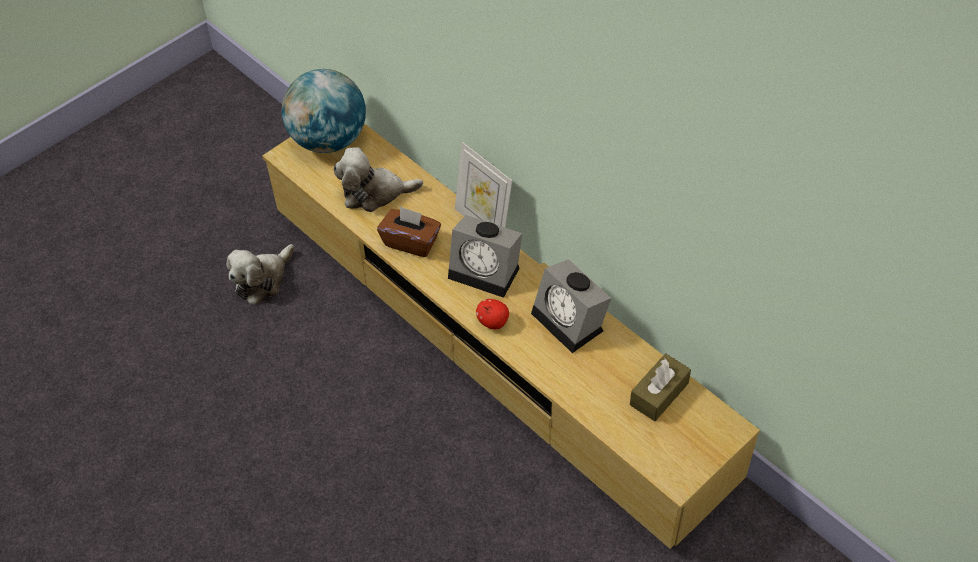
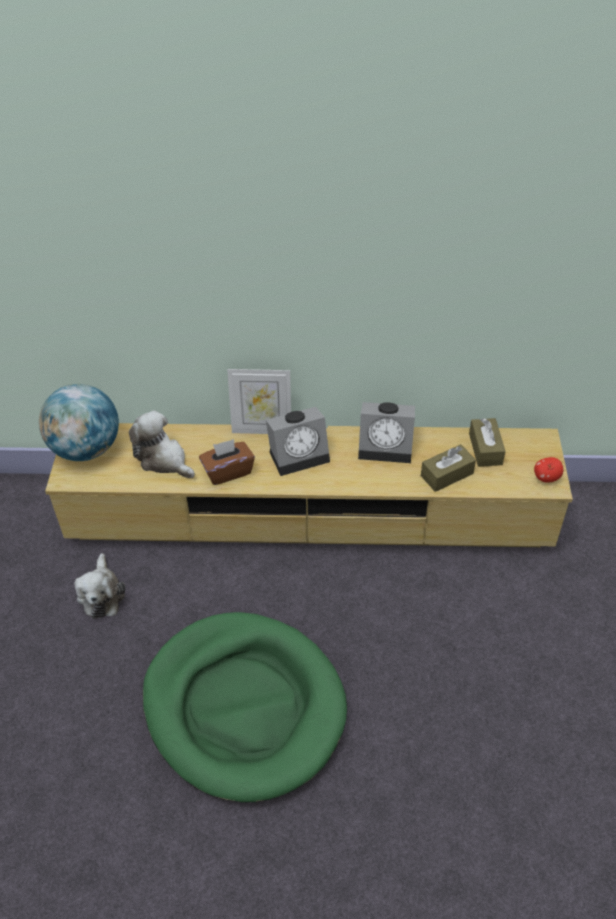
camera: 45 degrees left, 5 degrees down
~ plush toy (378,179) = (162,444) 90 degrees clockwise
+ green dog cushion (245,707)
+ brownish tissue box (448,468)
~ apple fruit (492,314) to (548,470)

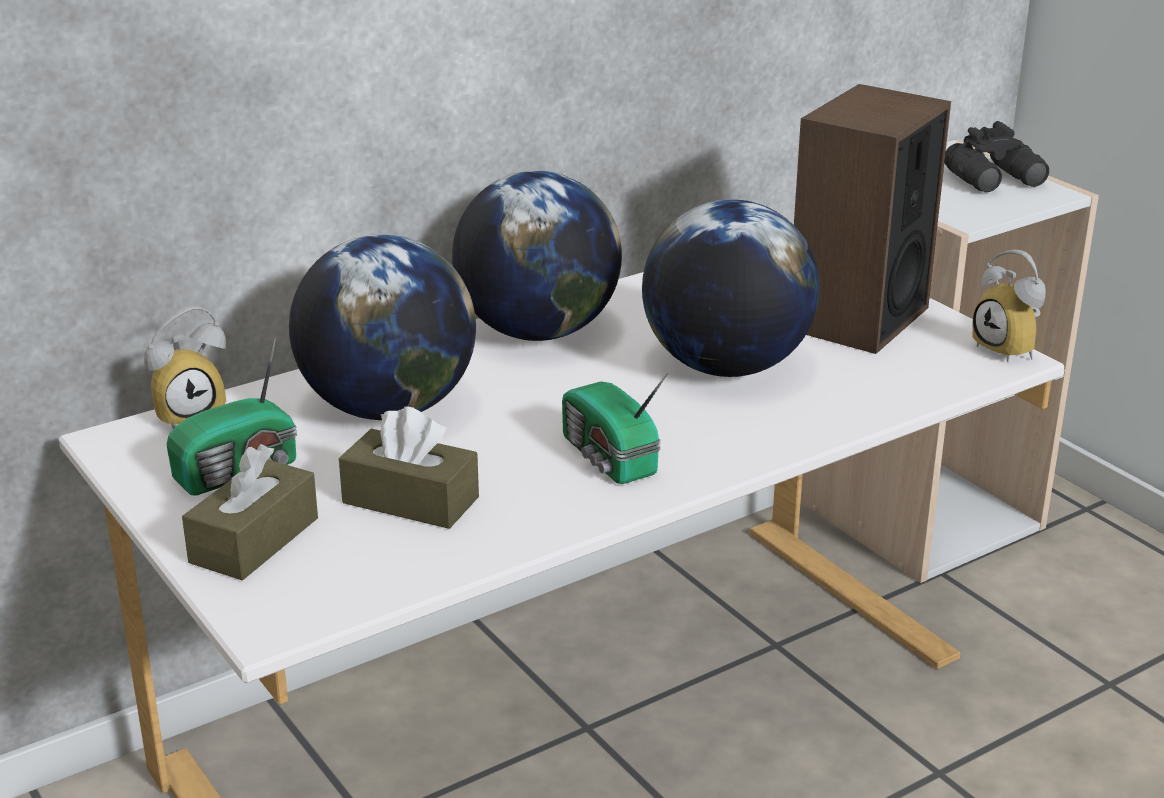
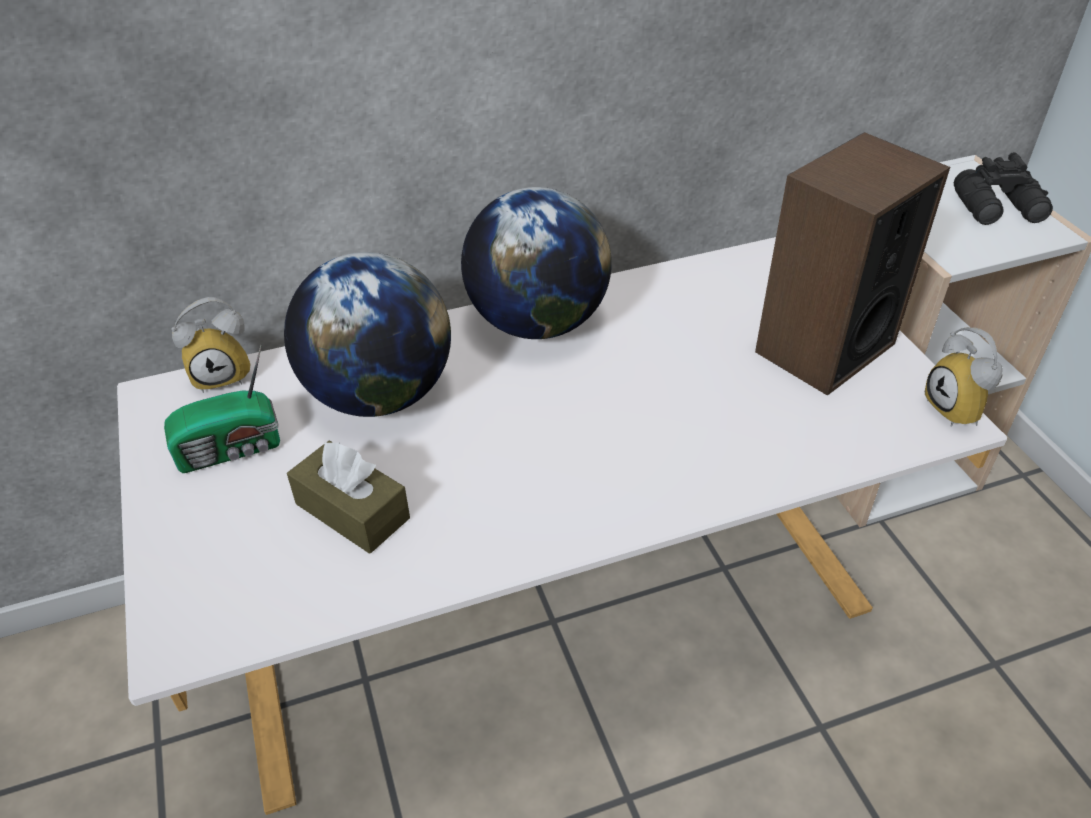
camera: 15 degrees right, 15 degrees up
- brownish tissue box (250,512)
- radio (615,429)
- globe (731,288)

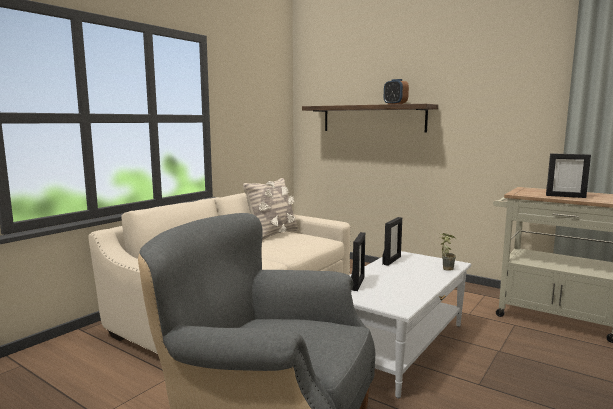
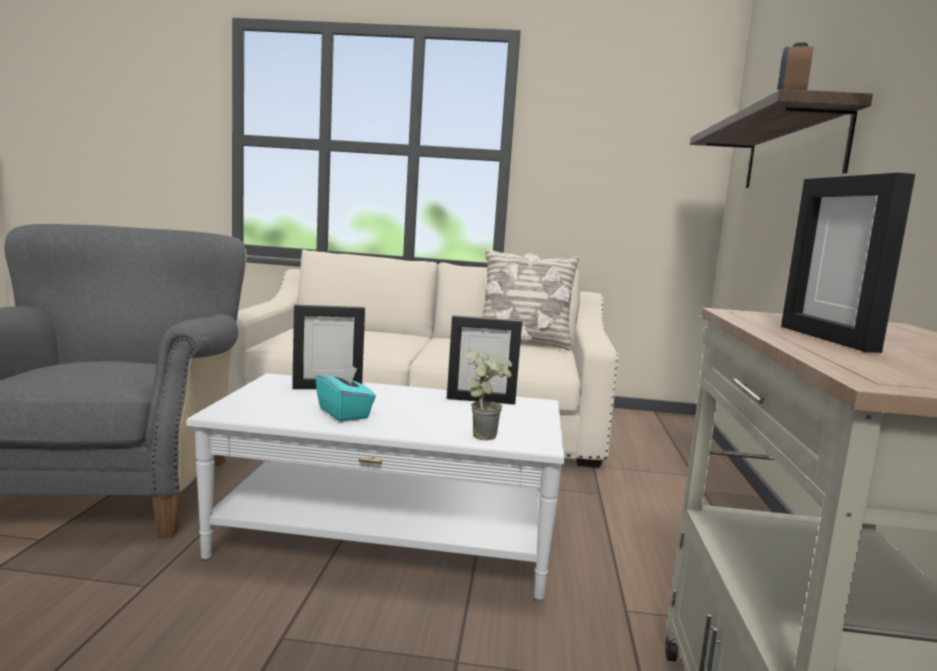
camera: 60 degrees right, 0 degrees up
+ turquoise tissue box (345,392)

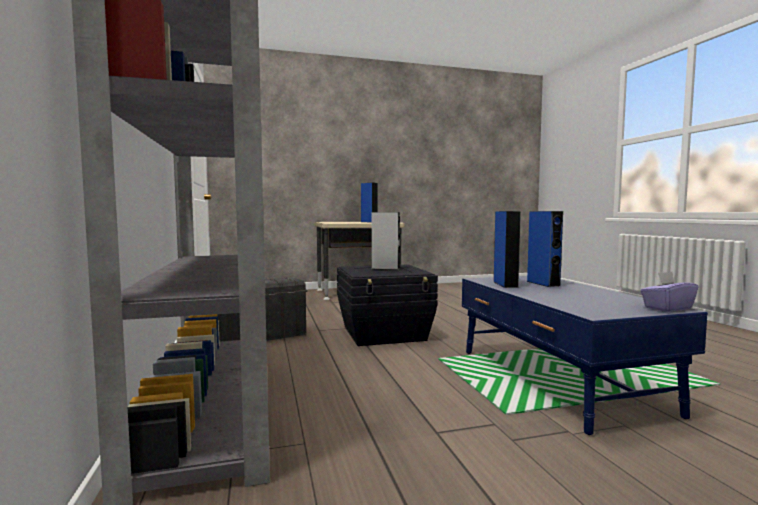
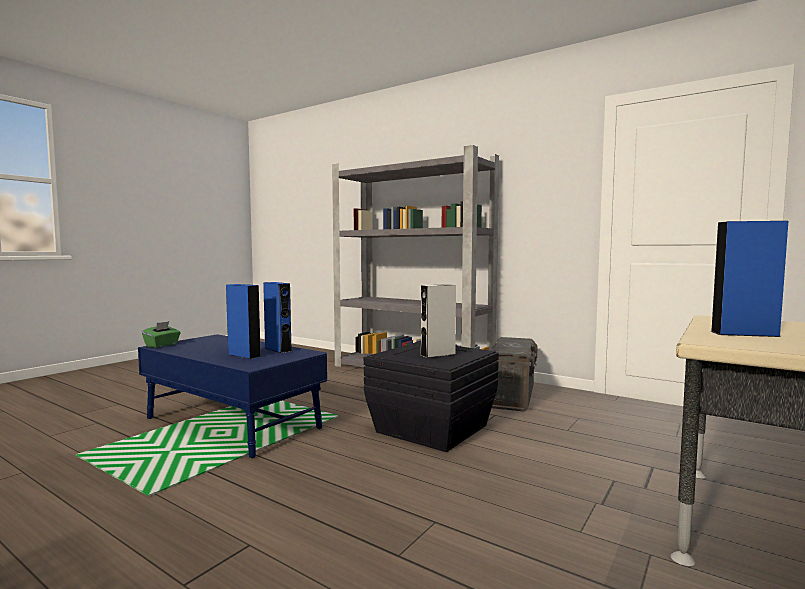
camera: 140 degrees right, 0 degrees up
~ purple-coloured tissue box (669,292) to green tissue box (161,334)

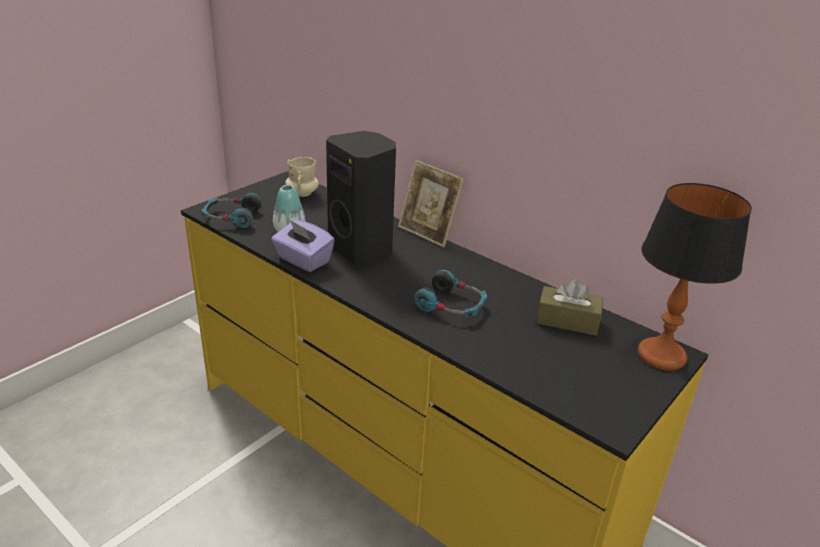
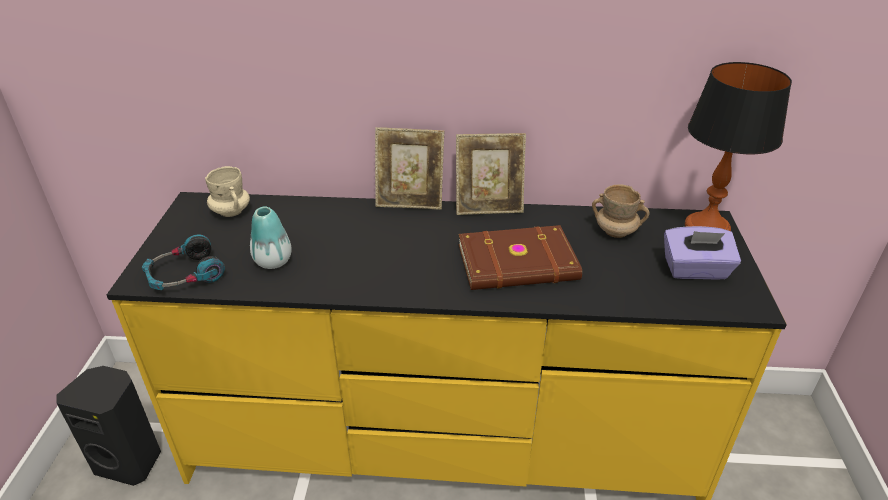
camera: 35 degrees left, 5 degrees up
~ blackish speaker (361,198) to (109,426)
+ photo frame (491,174)
~ headphones (450,293) to brownish volume (520,257)
~ brownish tissue box (569,307) to beige coffee mug (621,211)
~ purple-coloured tissue box (303,245) to (702,253)

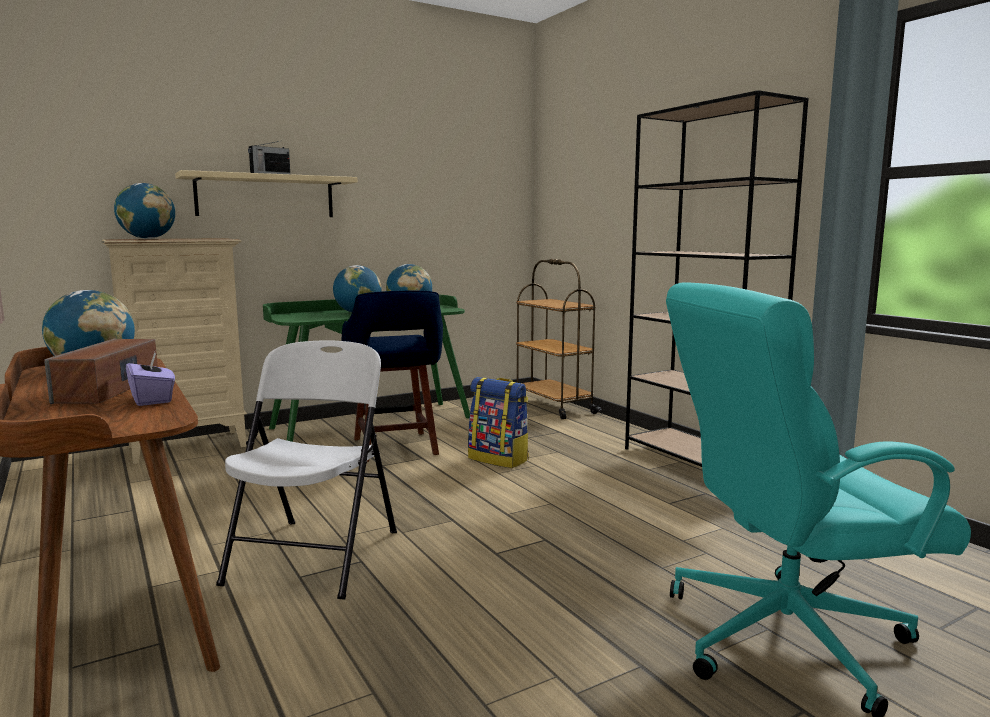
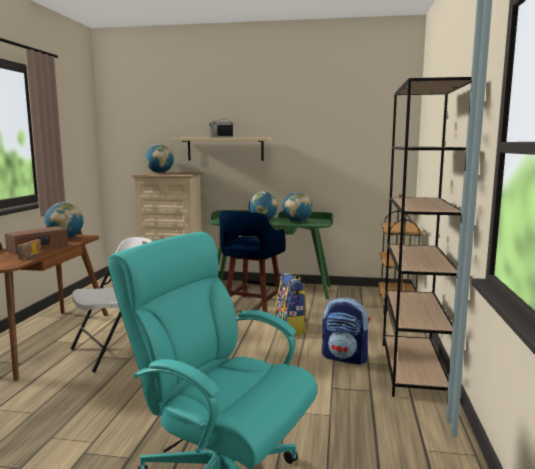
camera: 40 degrees right, 0 degrees up
~ purple-coloured tissue box (150,379) to radio (29,249)
+ rucksack (346,331)

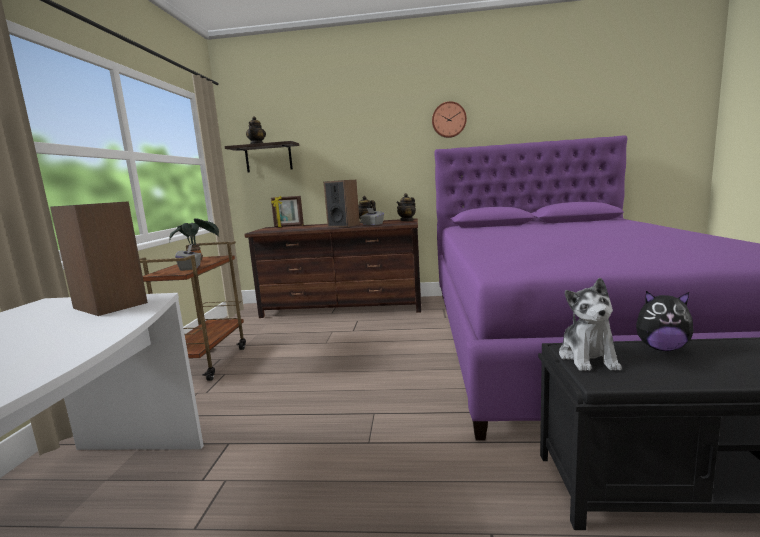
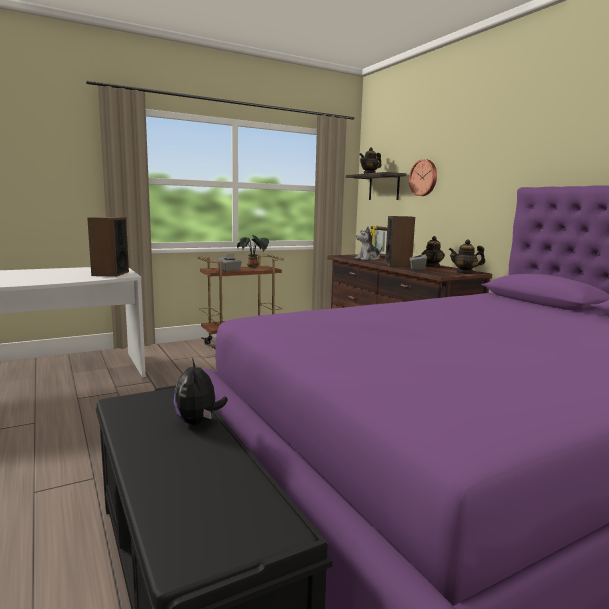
camera: 55 degrees right, 0 degrees up
~ plush toy (590,324) to (369,243)
~ clock on the wall (449,119) to (423,177)

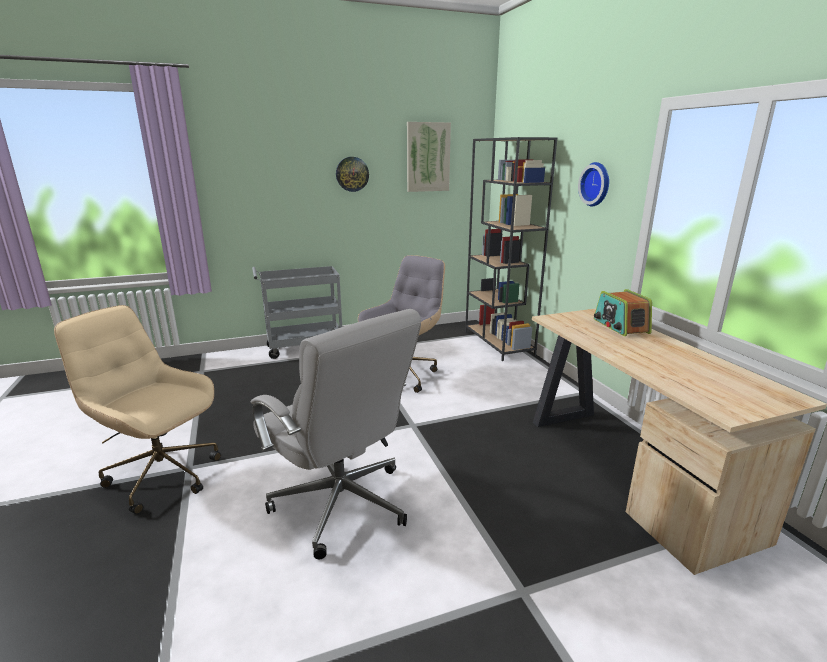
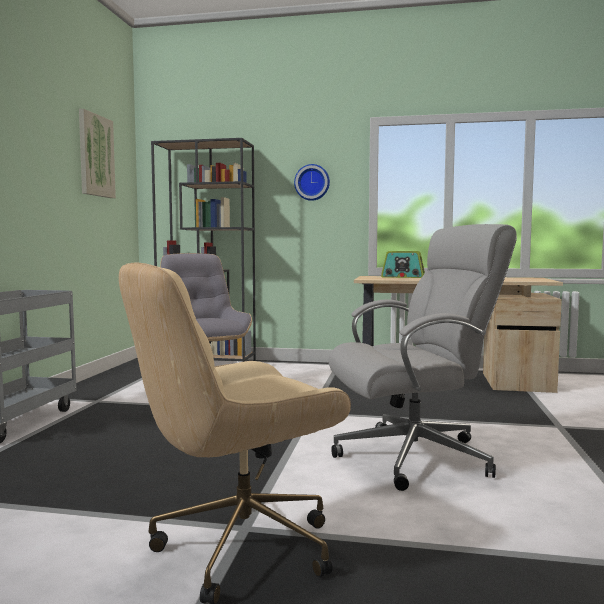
camera: 60 degrees left, 15 degrees down
- clock on the wall (352,174)

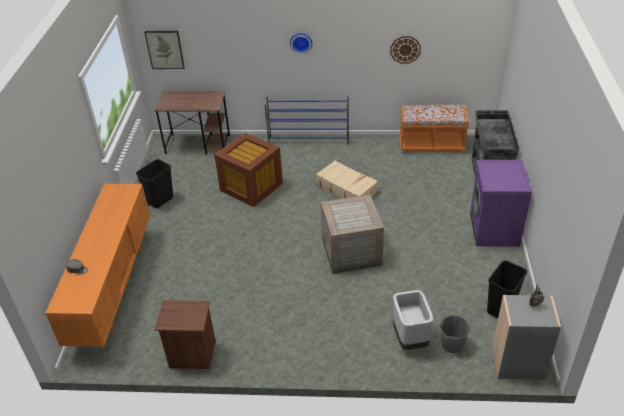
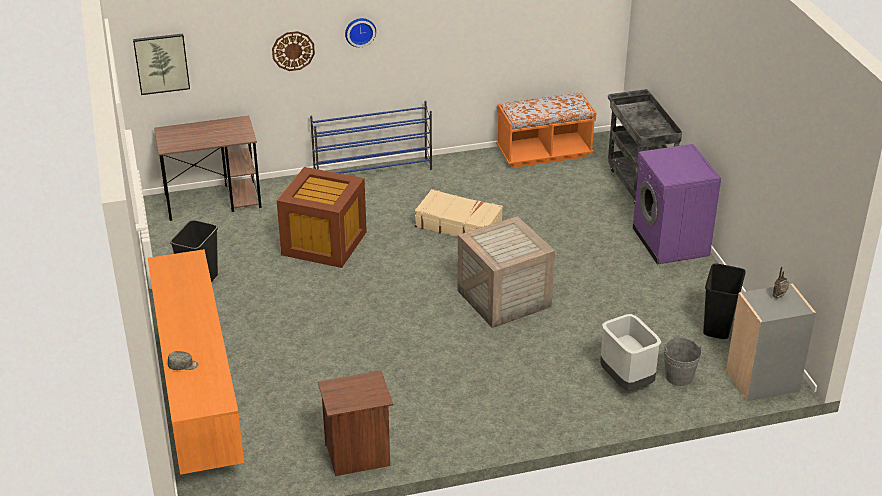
camera: 20 degrees left, 5 degrees down
~ clock on the wall (405,50) to (293,51)

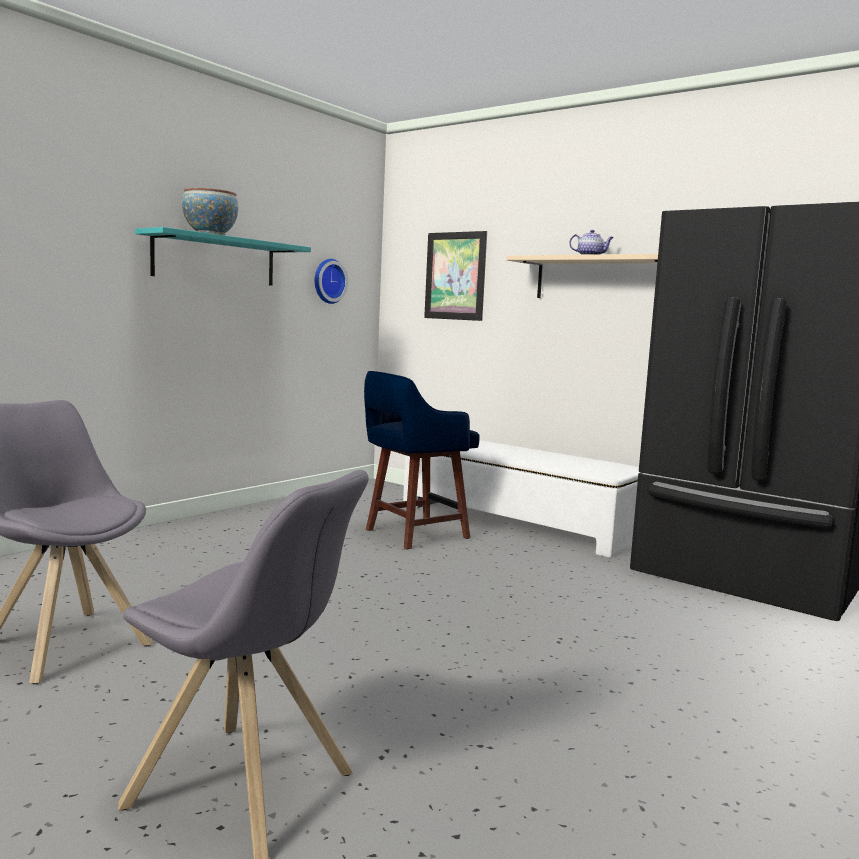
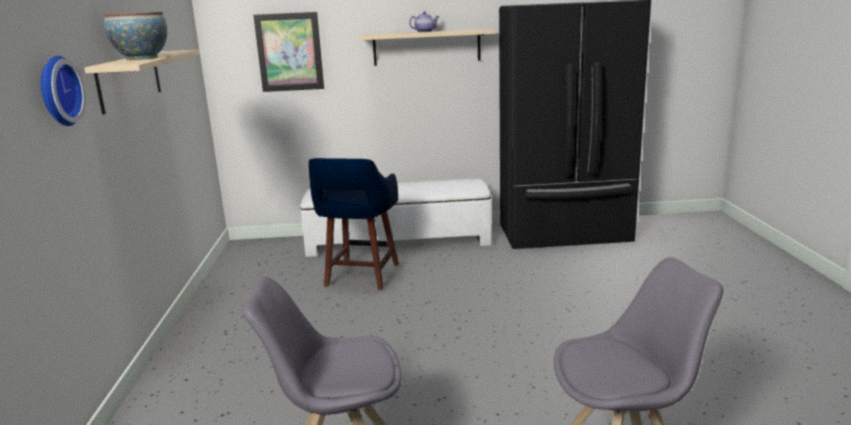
camera: 40 degrees left, 10 degrees up
~ clock on the wall (331,281) to (63,91)
~ turquoise shelf (223,256) to beige shelf (142,82)

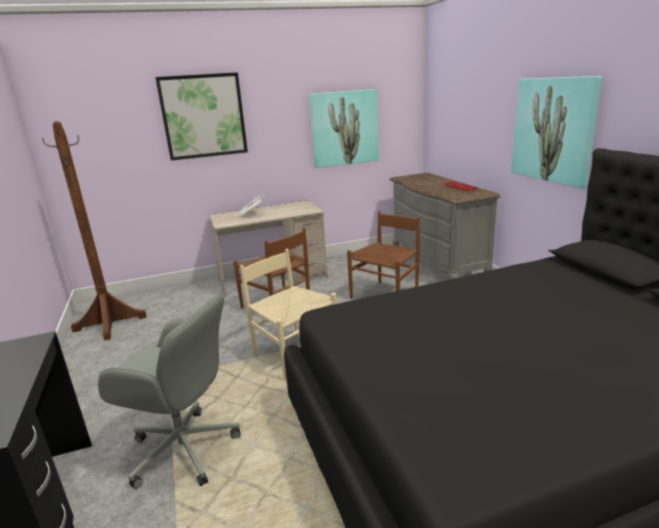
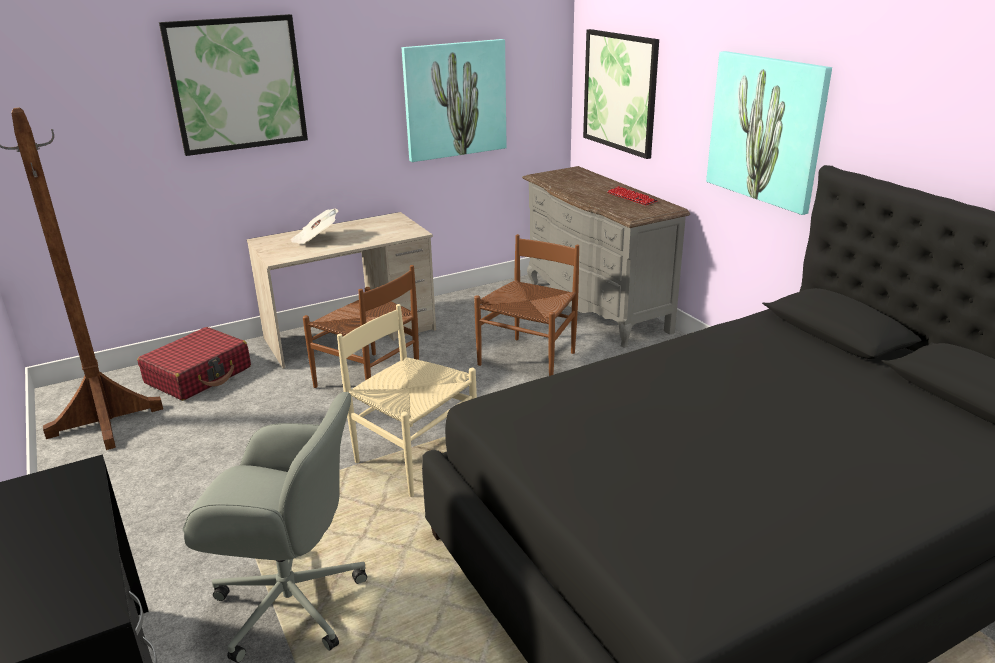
camera: 10 degrees left, 5 degrees up
+ red-coloured piece of luggage (194,364)
+ wall picture (621,94)

